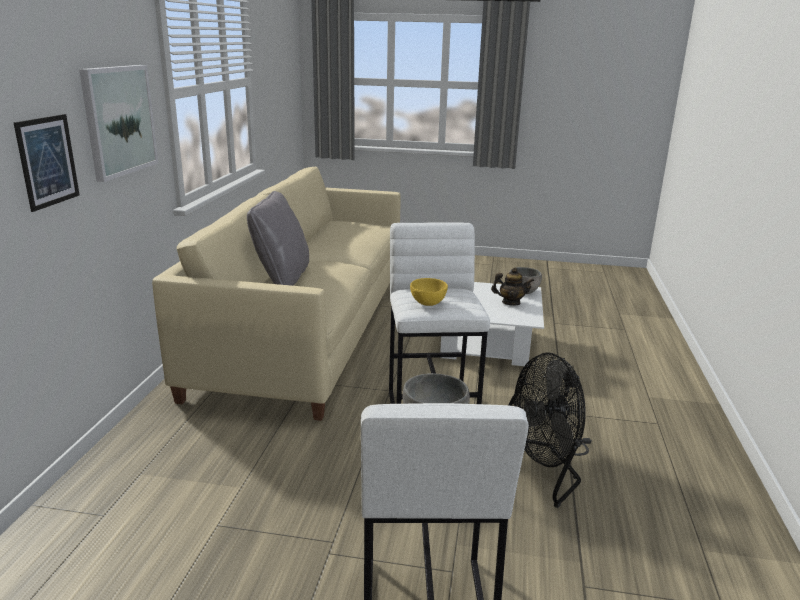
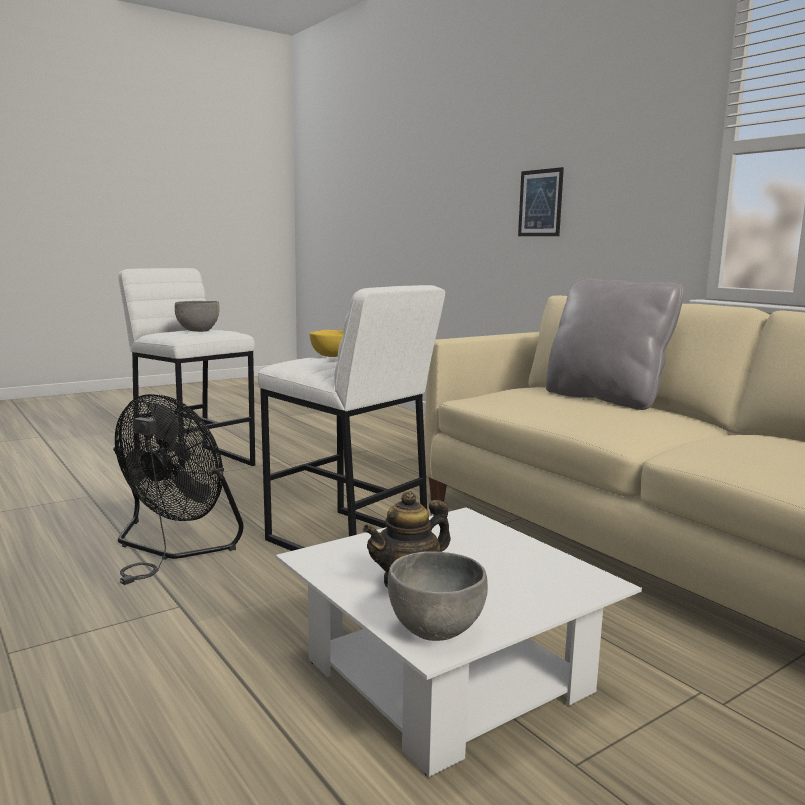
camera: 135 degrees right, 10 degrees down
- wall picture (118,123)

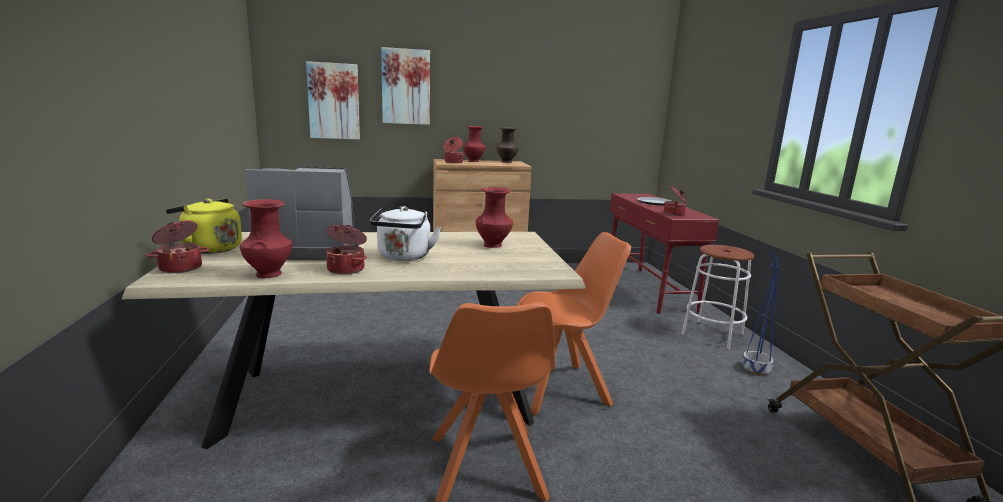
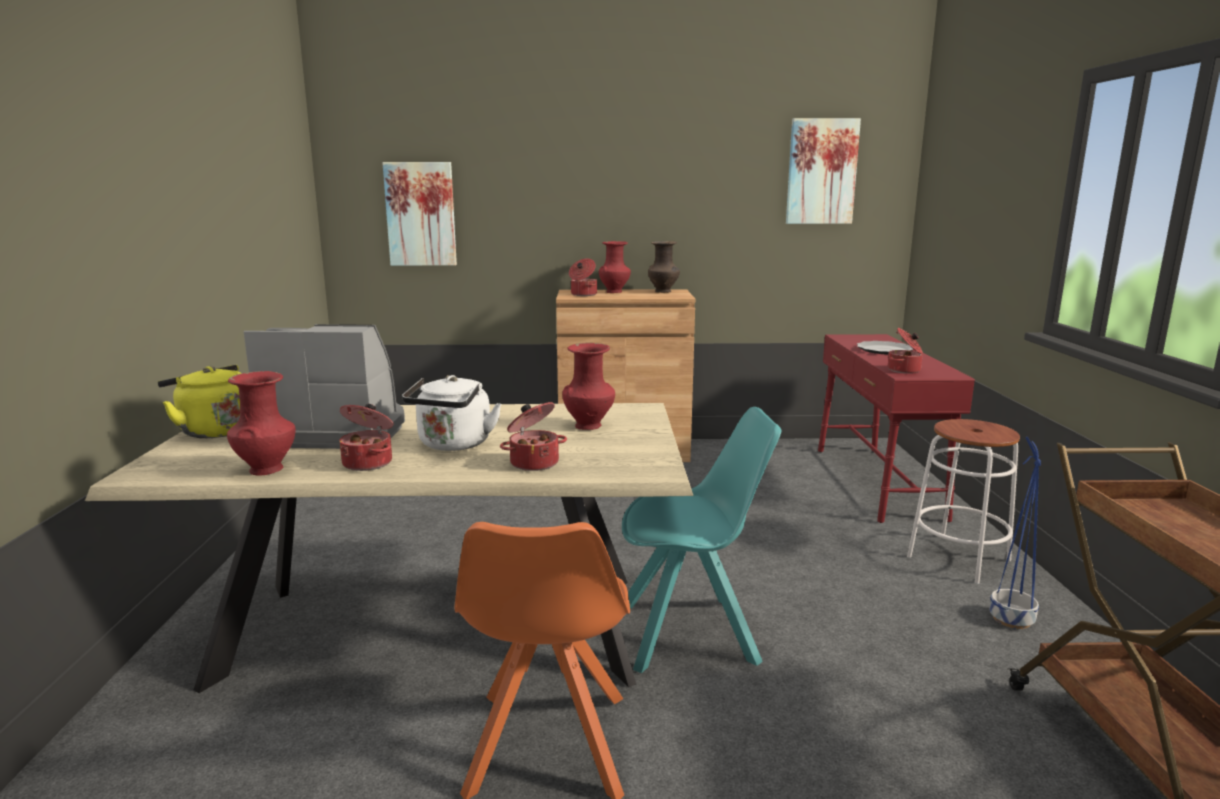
camera: 10 degrees right, 0 degrees up
~ stockpot (177,246) to (533,436)
~ orangey plain chair (574,324) to turquoise plain chair (702,540)
~ wall picture (405,86) to (823,171)

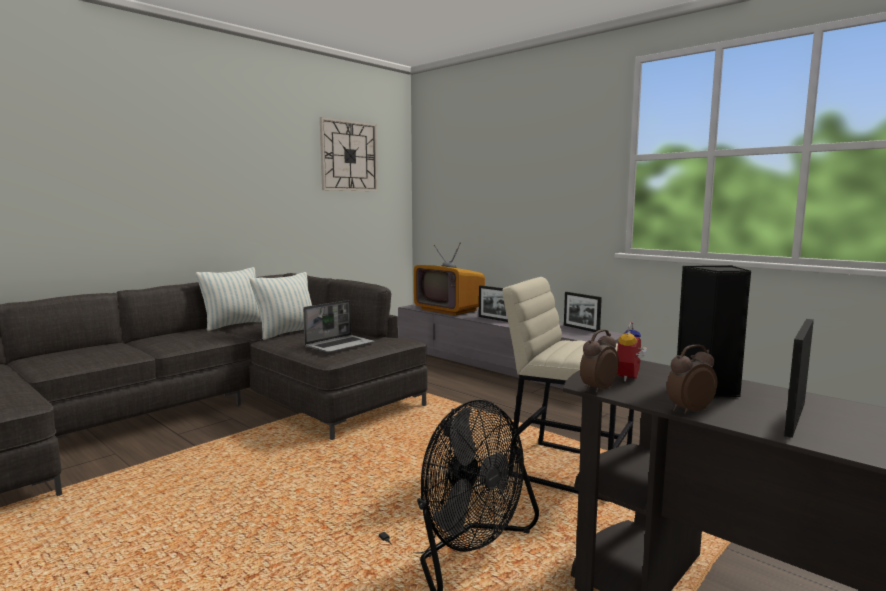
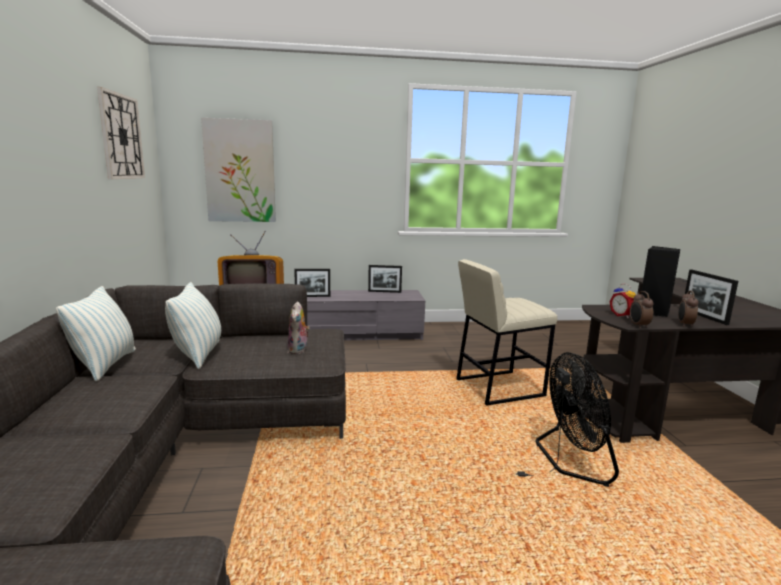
camera: 50 degrees left, 5 degrees up
+ wall picture (238,170)
~ notebook computer (338,326) to plush toy (299,327)

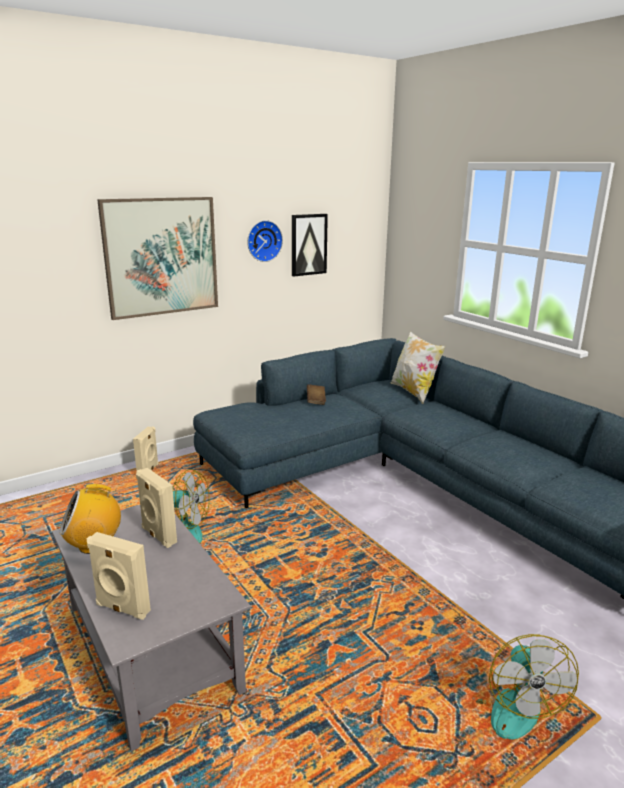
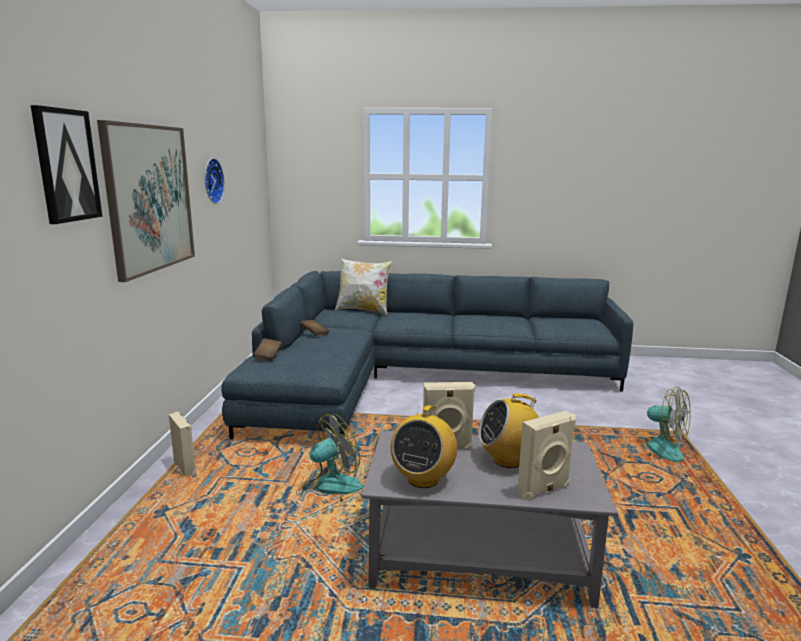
camera: 50 degrees left, 5 degrees down
~ wall picture (310,245) to (66,164)
+ brownish volume (267,350)
+ radio (509,430)

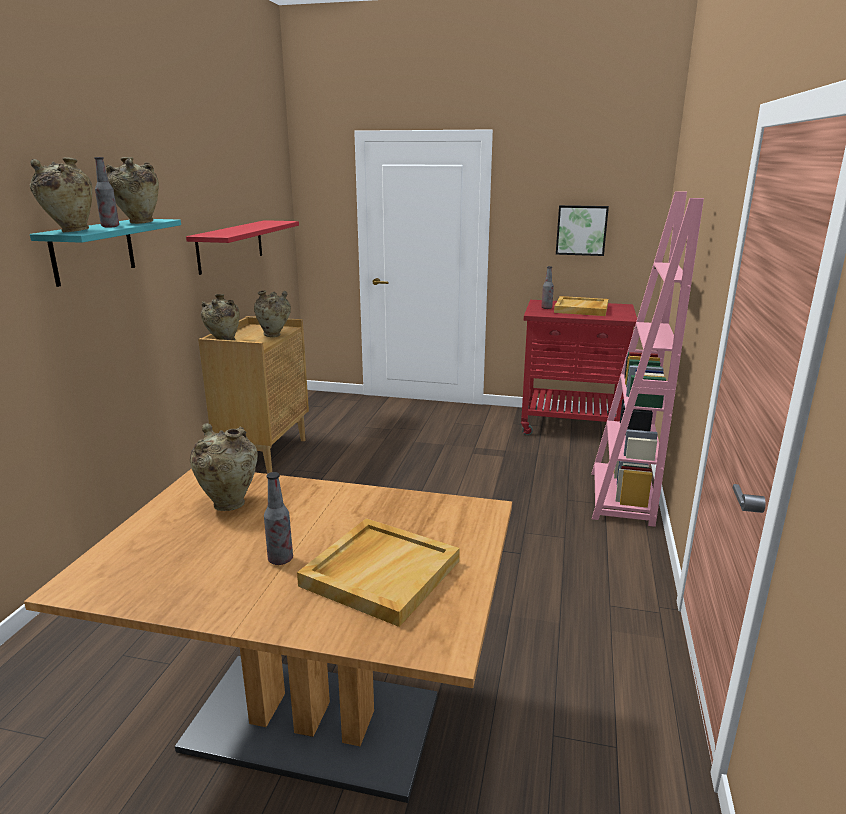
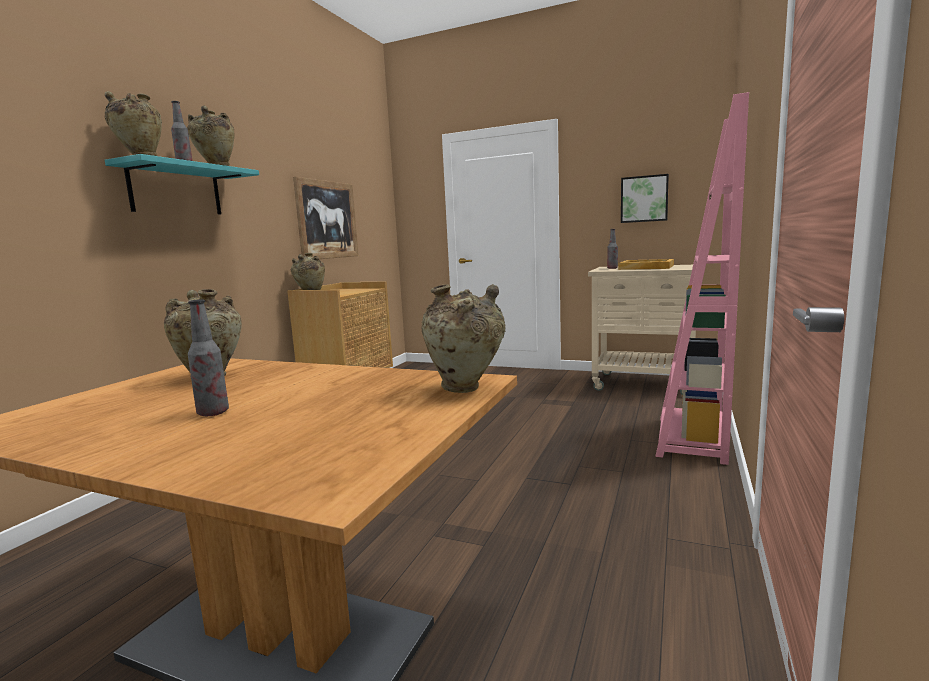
camera: 10 degrees right, 10 degrees down
~ red-coloured shelf (242,247) to wall picture (326,218)
~ beige flower vase (272,313) to (464,338)
~ red-coloured wheeled cart (579,367) to beige wheeled cart (642,330)
- beige serving tray (378,572)

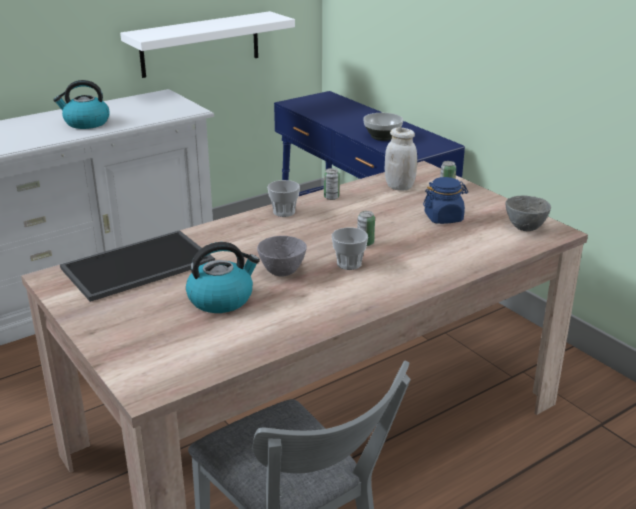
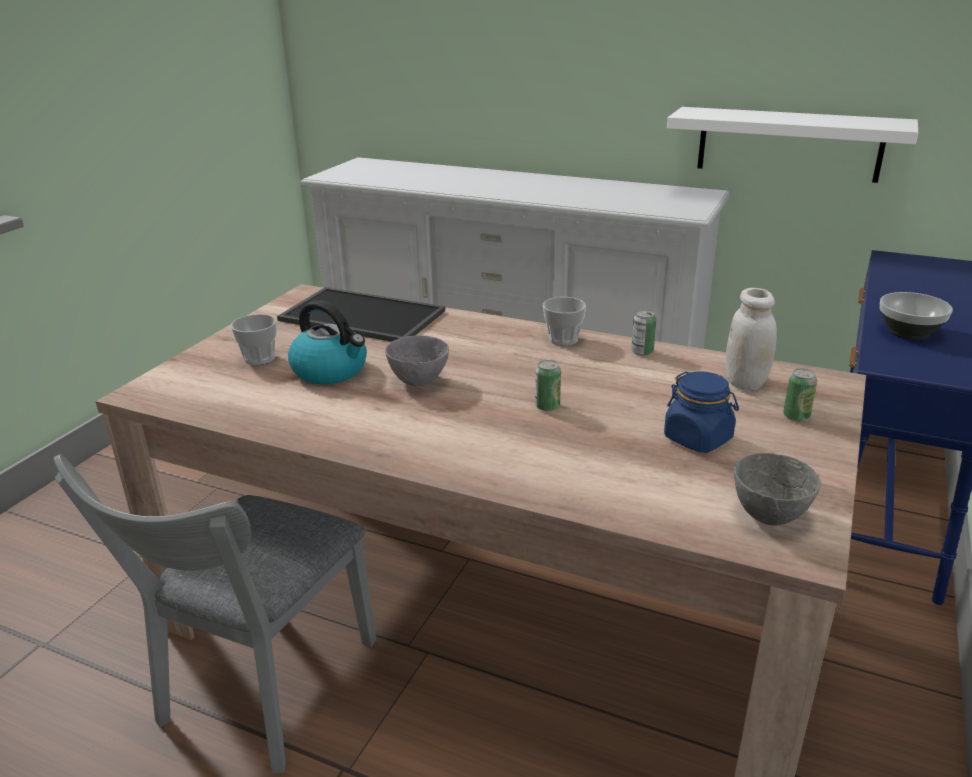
camera: 60 degrees right, 0 degrees up
~ drinking cup (350,249) to (253,339)
- kettle (81,104)

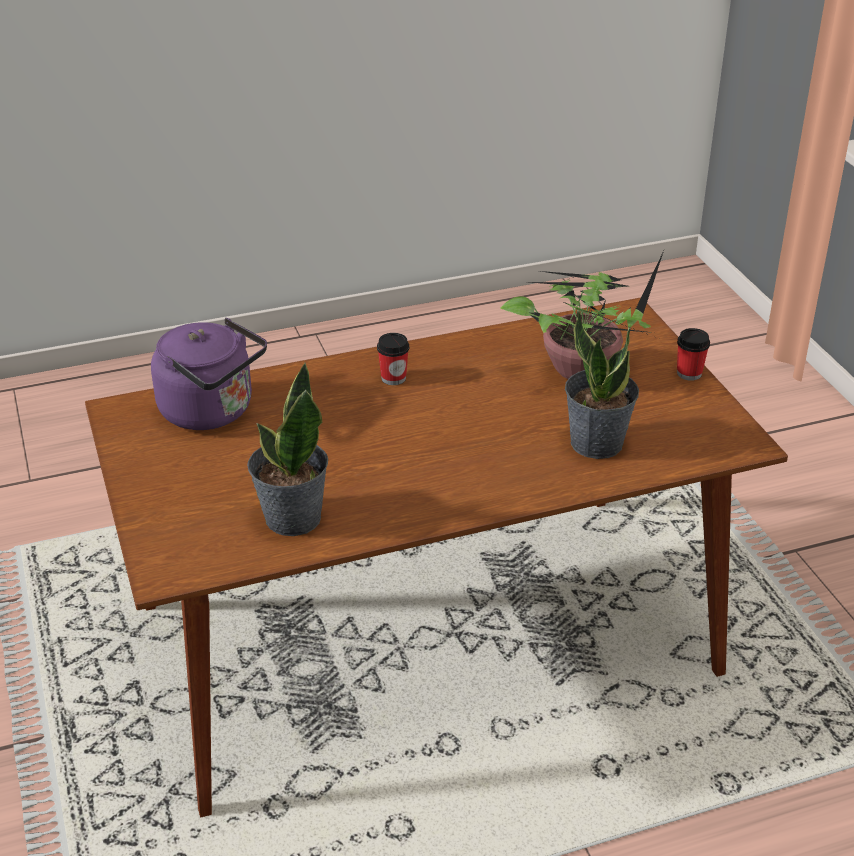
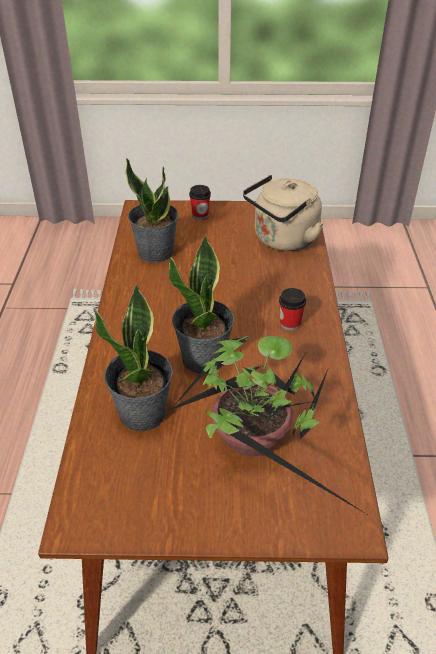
camera: 110 degrees right, 5 degrees up
+ houseplant (201,304)
~ drinking cup (693,354) to (200,202)
~ purple-coloured kettle (209,374) to beige kettle (283,213)

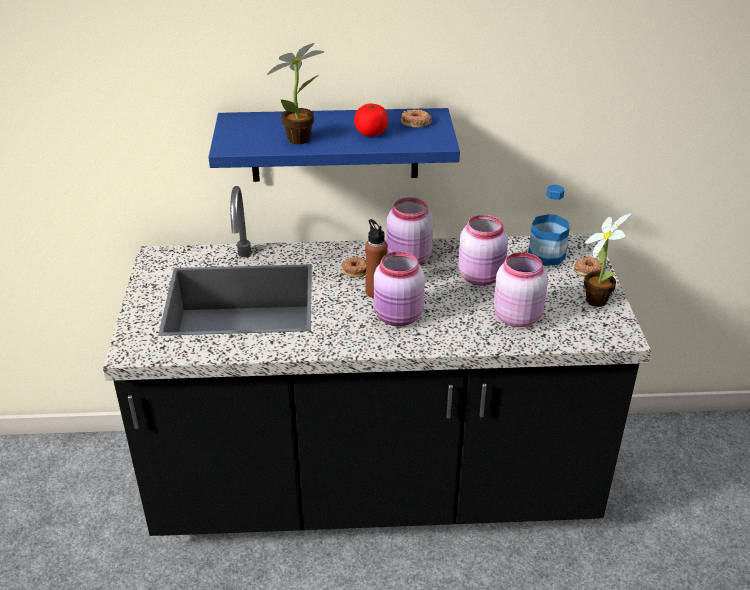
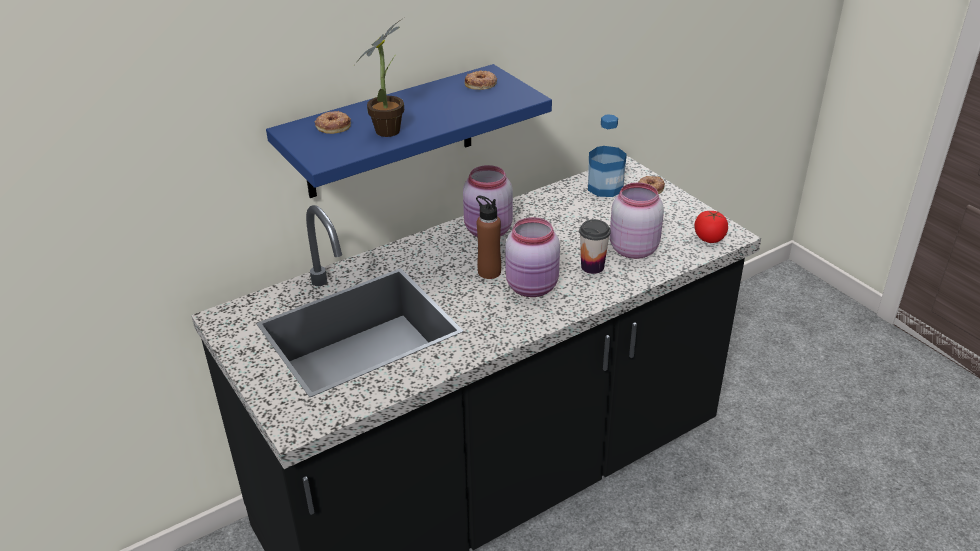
camera: 30 degrees left, 0 degrees up
~ doughnut (354,267) to (333,122)
+ drinking cup (595,246)
~ tomato (371,120) to (711,227)
- pink preserve jar (483,250)
- houseplant (608,260)

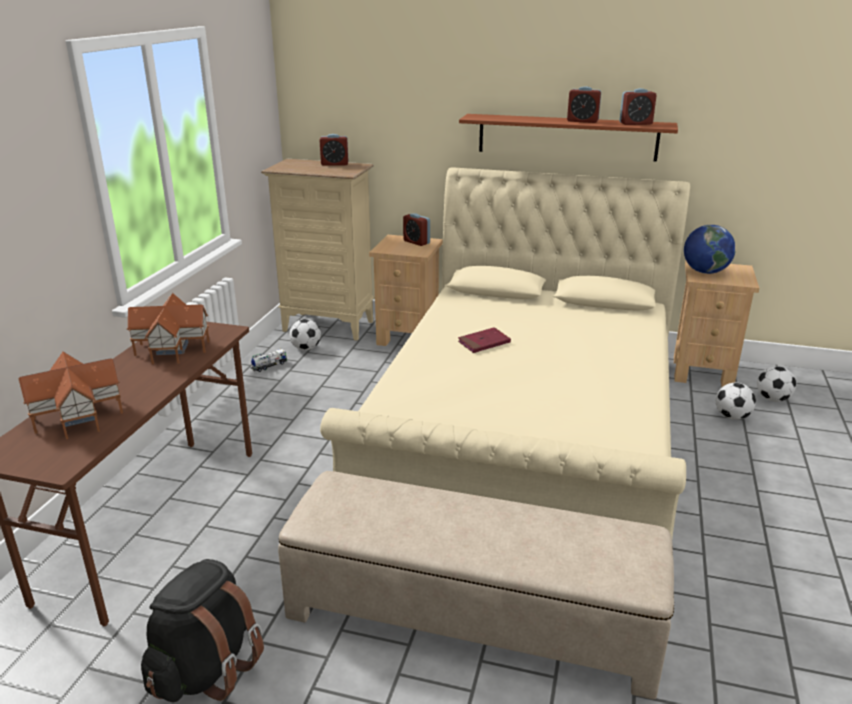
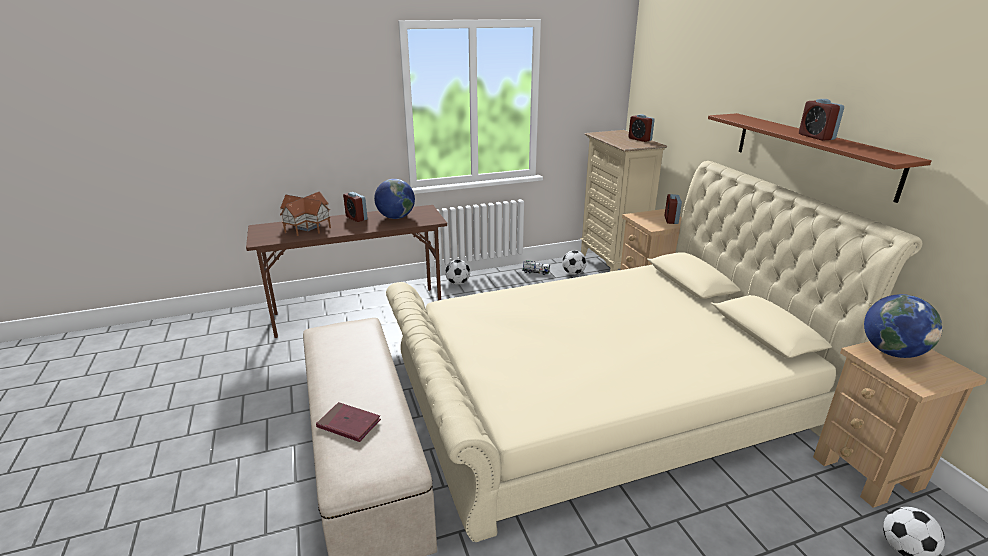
camera: 55 degrees right, 0 degrees up
~ red-coloured volume (484,340) to (348,422)
~ bedside clock (638,106) to (355,207)
~ miniature house (168,329) to globe (394,199)
~ football (736,401) to (457,272)
- blackish rucksack (202,630)

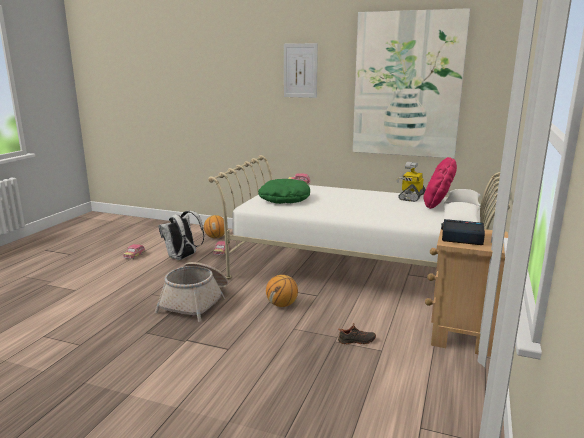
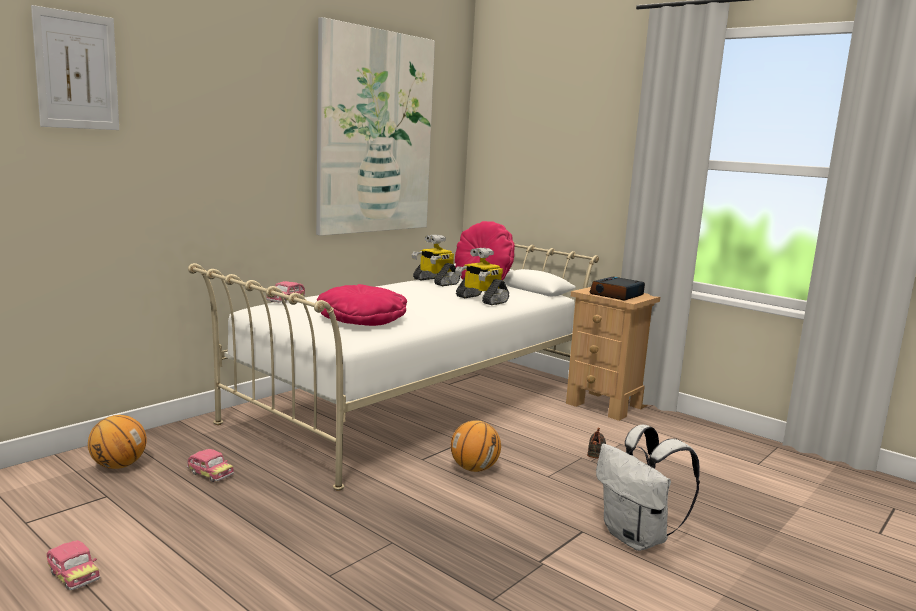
camera: 70 degrees left, 5 degrees down
~ wall picture (301,70) to (75,67)
~ green throw pillow (284,191) to pink throw pillow (362,305)
+ model robot (482,276)
~ white-coloured rucksack (181,235) to (648,488)
- household basket (191,292)

